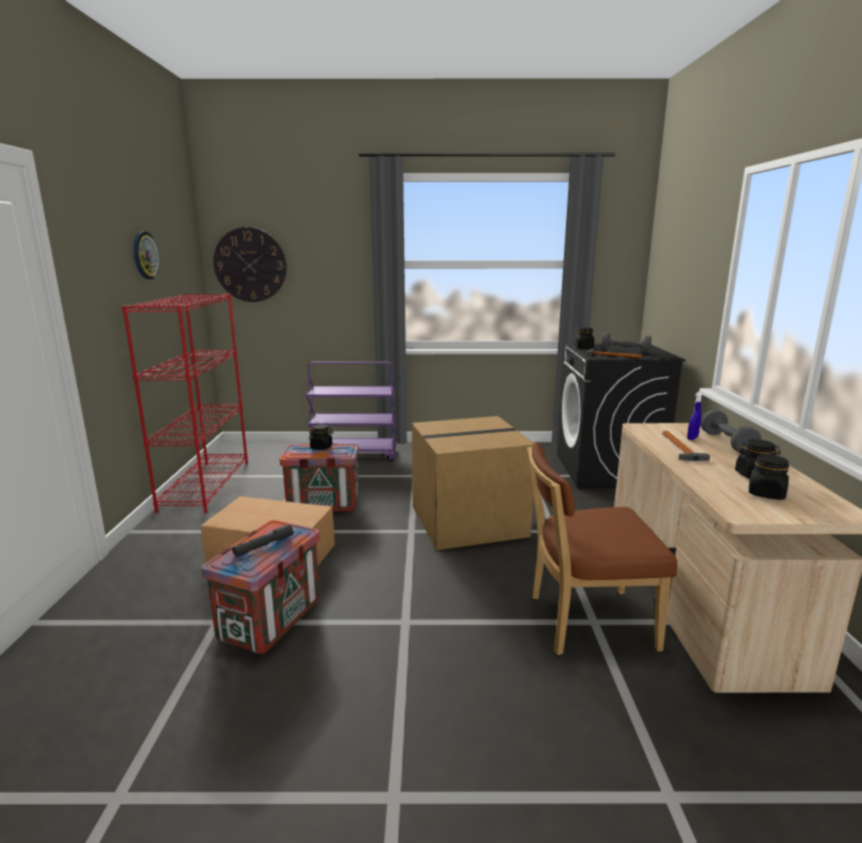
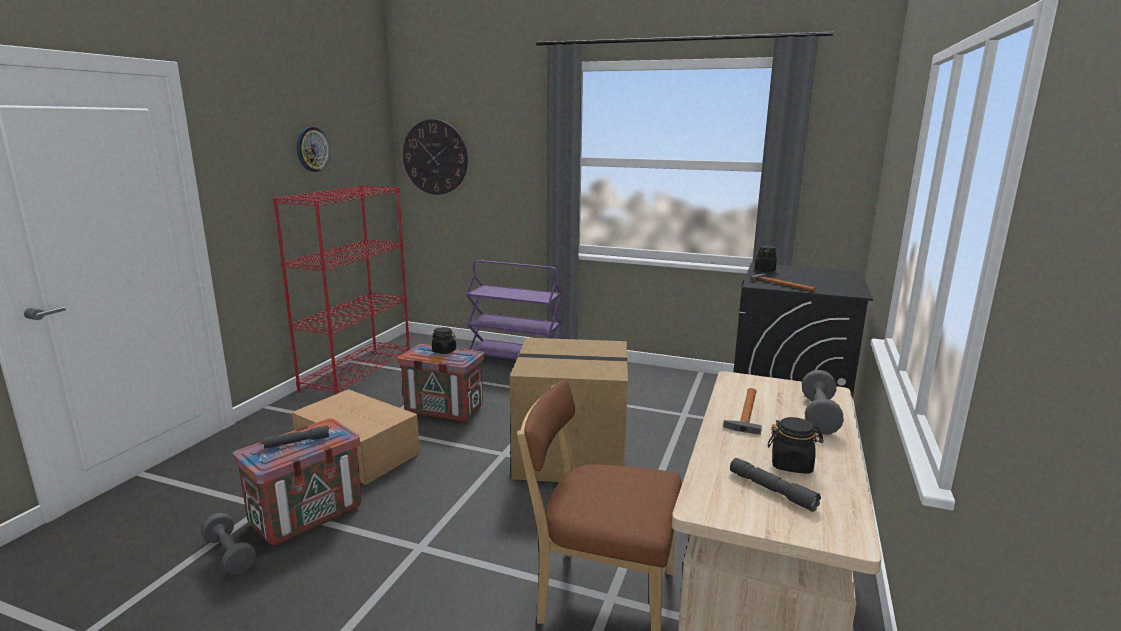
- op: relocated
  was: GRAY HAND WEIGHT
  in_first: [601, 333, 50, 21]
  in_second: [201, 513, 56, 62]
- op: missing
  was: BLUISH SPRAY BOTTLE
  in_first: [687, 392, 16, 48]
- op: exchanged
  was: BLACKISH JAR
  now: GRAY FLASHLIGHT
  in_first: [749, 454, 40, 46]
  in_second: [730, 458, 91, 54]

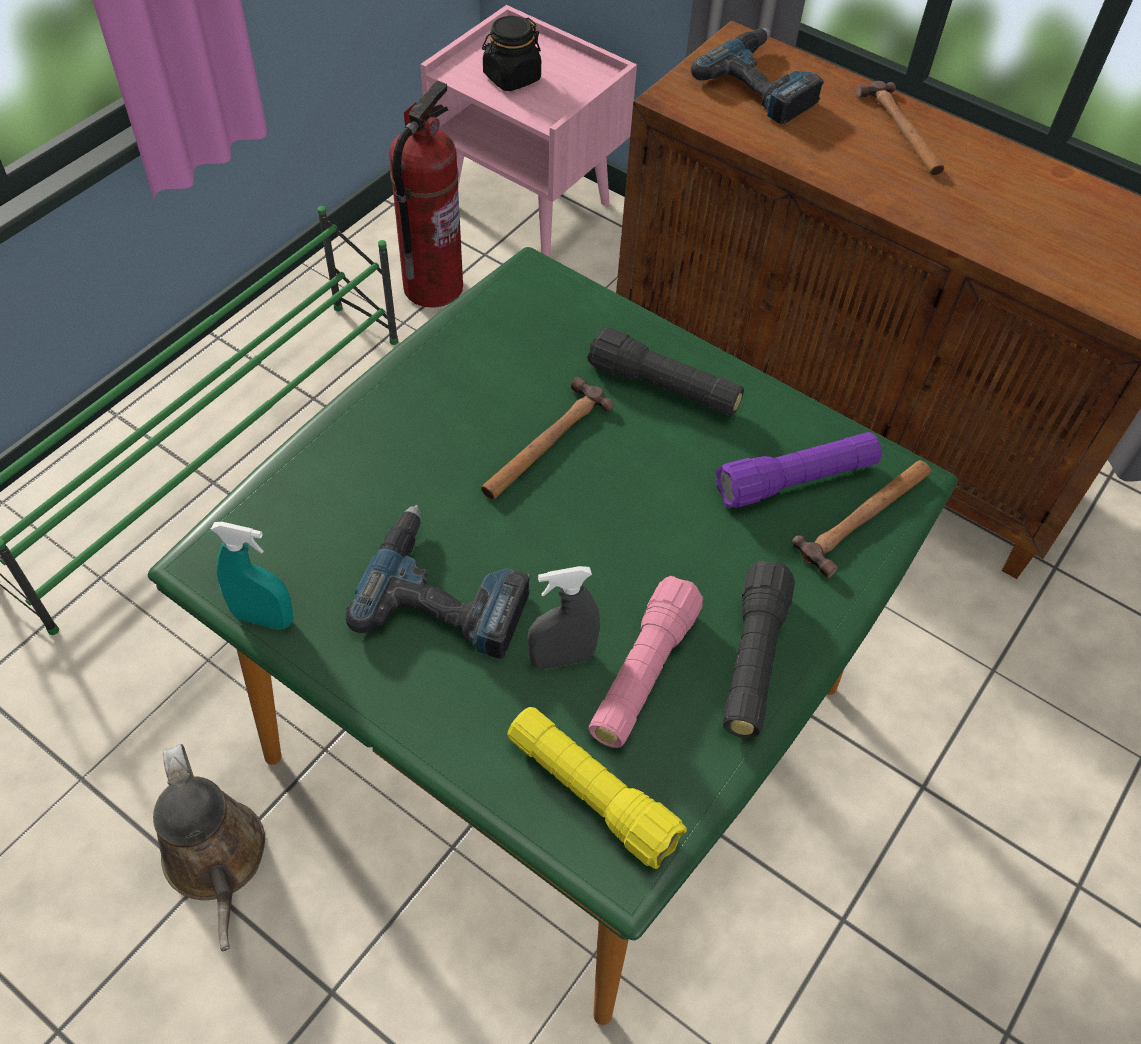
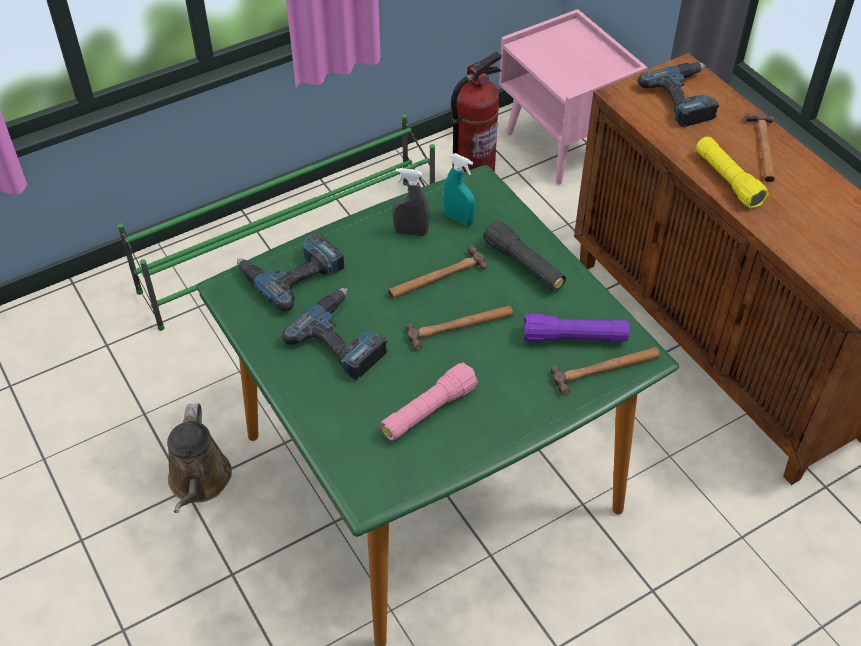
- op: relocated
  was: BLUE-GREEN SPRAY BOTTLE
  in_first: [210, 522, 83, 108]
  in_second: [443, 153, 32, 72]
- op: missing
  was: BLACKISH JAR
  in_first: [482, 16, 59, 75]
- op: relocated
  was: YELLOW-COLOURED FLASHLIGHT
  in_first: [507, 707, 180, 162]
  in_second: [696, 136, 73, 73]
- op: relocated
  was: GRAY SPRAY BOTTLE
  in_first: [527, 566, 73, 104]
  in_second: [392, 168, 38, 68]
- op: missing
  was: BLACKISH FLASHLIGHT
  in_first: [722, 561, 73, 177]
- op: appeared
  now: ELECTRIC DRILL
  in_second: [237, 232, 107, 79]
- op: appeared
  now: HAND HAMMER
  in_second: [406, 306, 107, 45]

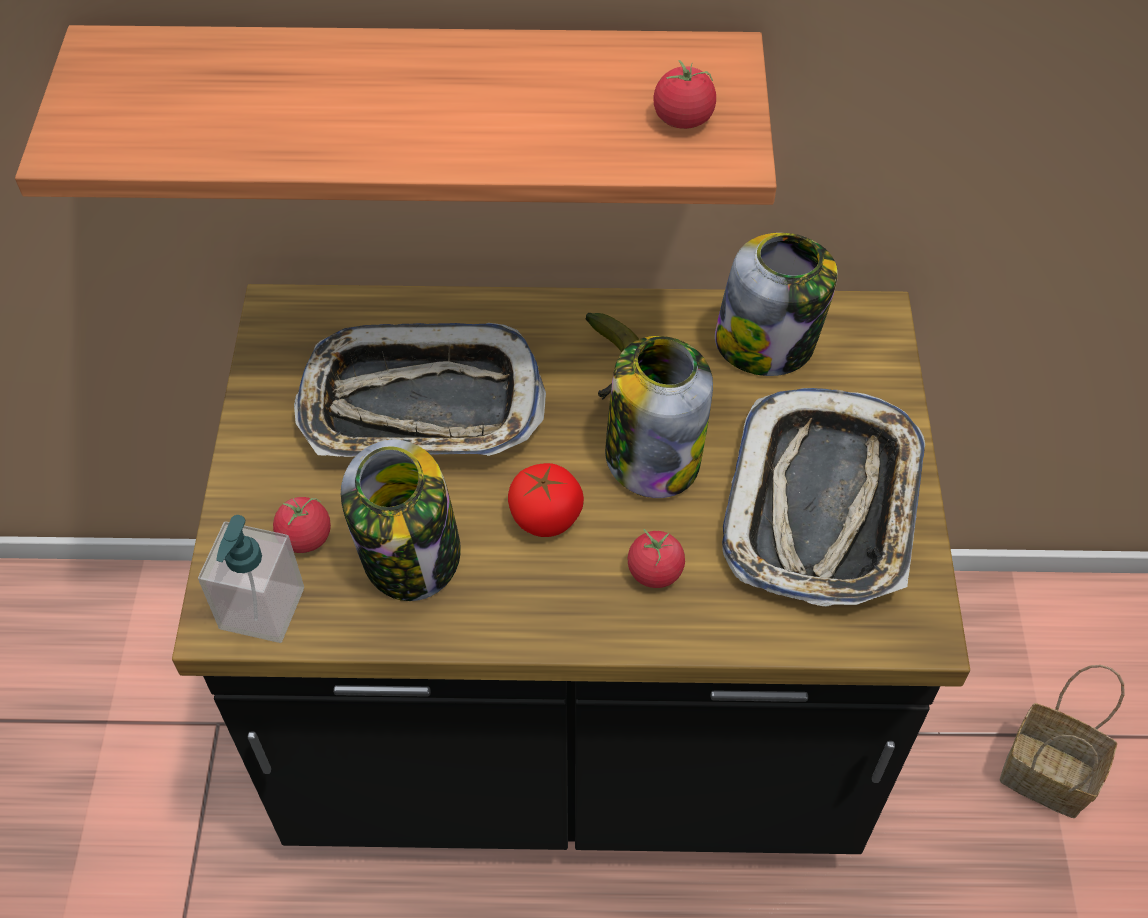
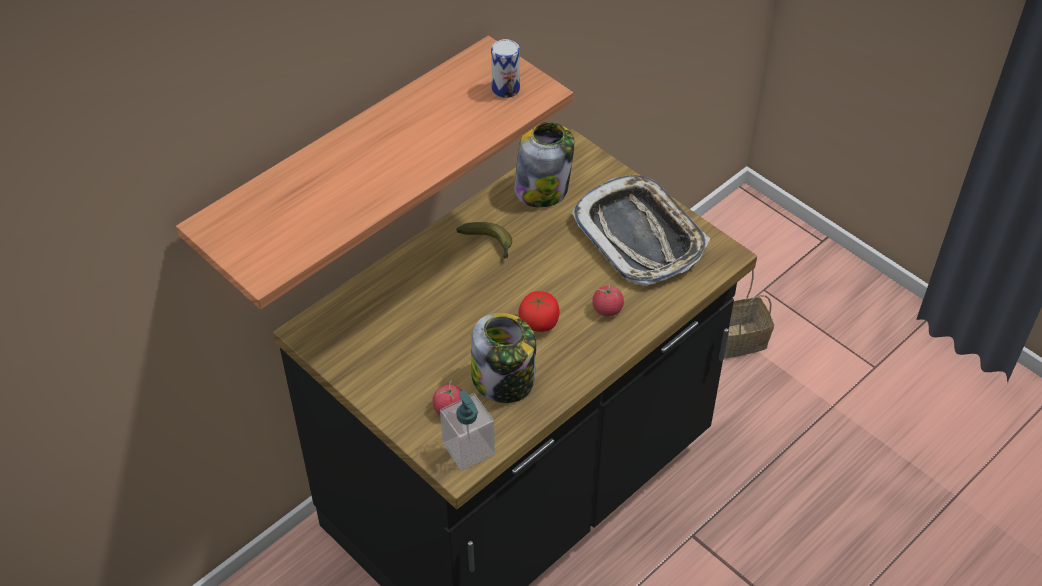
- op: missing
  was: SERVING TRAY
  in_first: [294, 323, 252, 134]
- op: missing
  was: JAR
  in_first: [605, 336, 108, 162]
- op: exchanged
  was: WHOLE TOMATO
  now: SEALED CAN
  in_first: [654, 60, 62, 69]
  in_second: [491, 39, 29, 59]

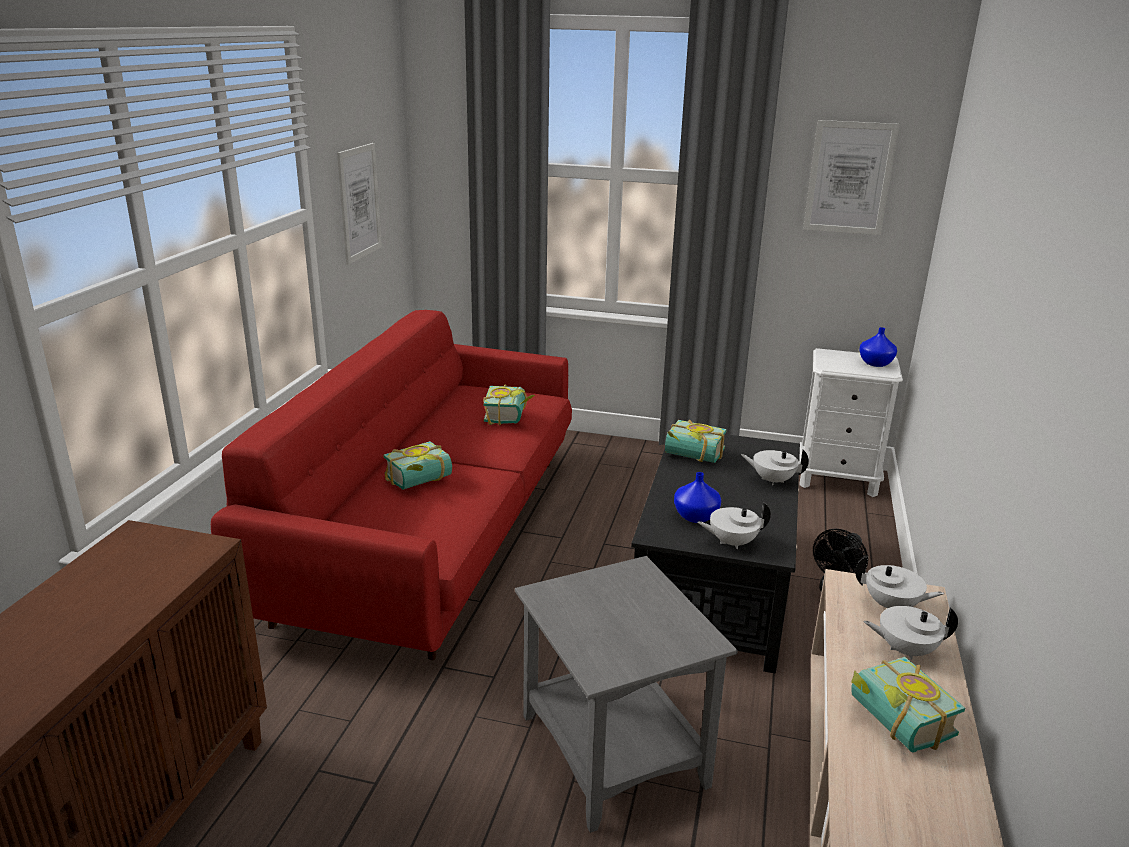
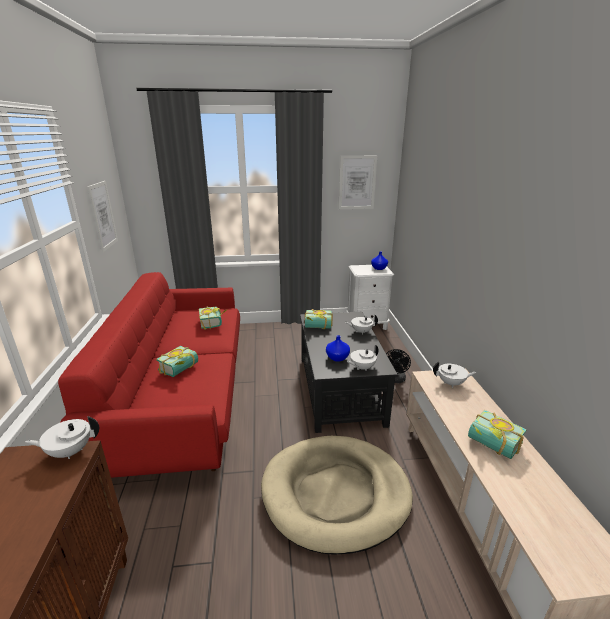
- op: exchanged
  was: GRAY END TABLE
  now: SAND-COLOURED DOG CUSHION
  in_first: [515, 556, 223, 277]
  in_second: [261, 436, 152, 119]
- op: relocated
  was: WHITE-COLOURED POT FOR TEA
  in_first: [864, 606, 94, 54]
  in_second: [25, 416, 74, 43]

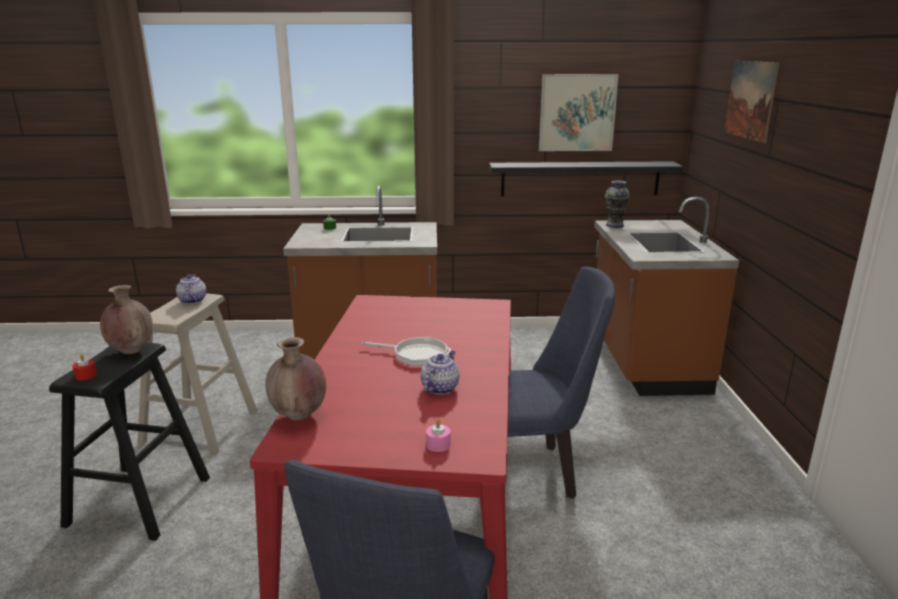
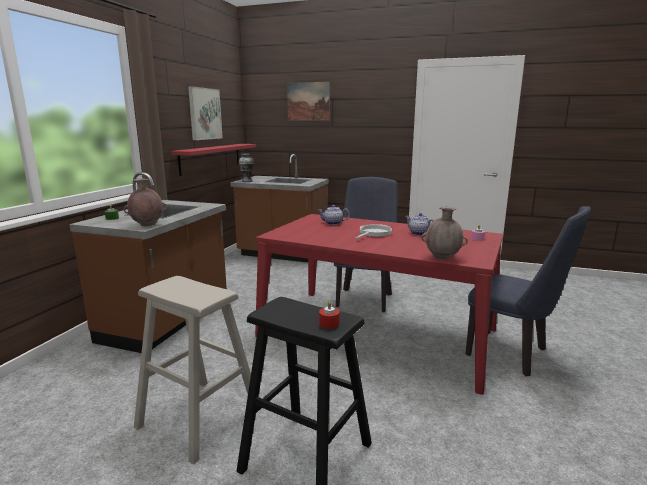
- op: relocated
  was: BROWNISH DECORATIVE VASE
  in_first: [100, 285, 53, 69]
  in_second: [124, 178, 43, 48]
- op: relocated
  was: POT FOR TEA
  in_first: [176, 274, 30, 30]
  in_second: [317, 204, 33, 21]
- op: colour
  was: BLACKISH WALL SHELF
  now: REDDISH WALL SHELF
  in_first: [489, 161, 195, 36]
  in_second: [171, 144, 85, 32]

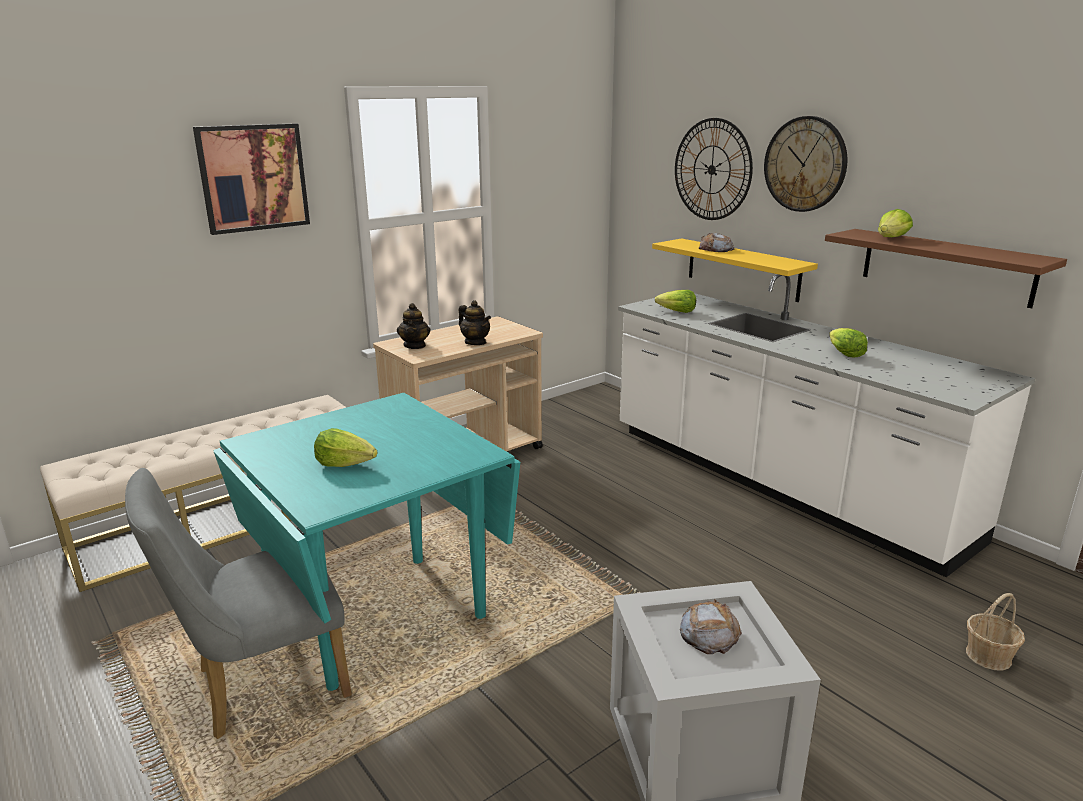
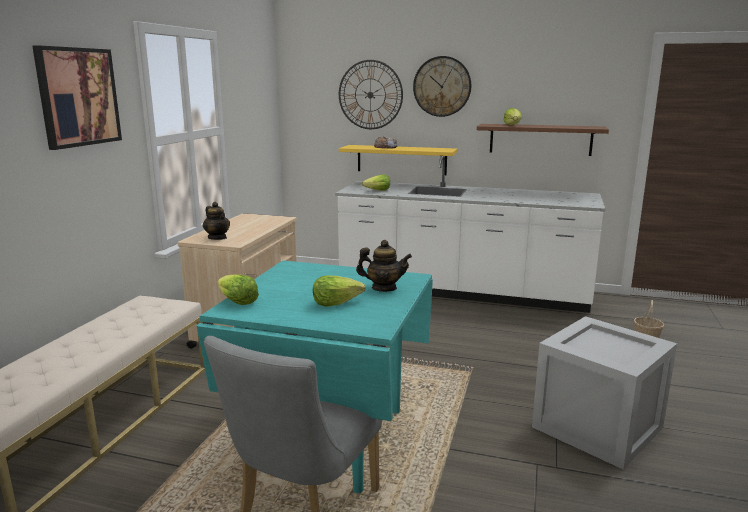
- op: relocated
  was: POT FOR TEA
  in_first: [458, 300, 33, 45]
  in_second: [356, 240, 56, 52]
- op: missing
  was: BREAD
  in_first: [680, 599, 62, 55]
- op: relocated
  was: LETTUCE
  in_first: [829, 328, 39, 29]
  in_second: [218, 274, 41, 31]

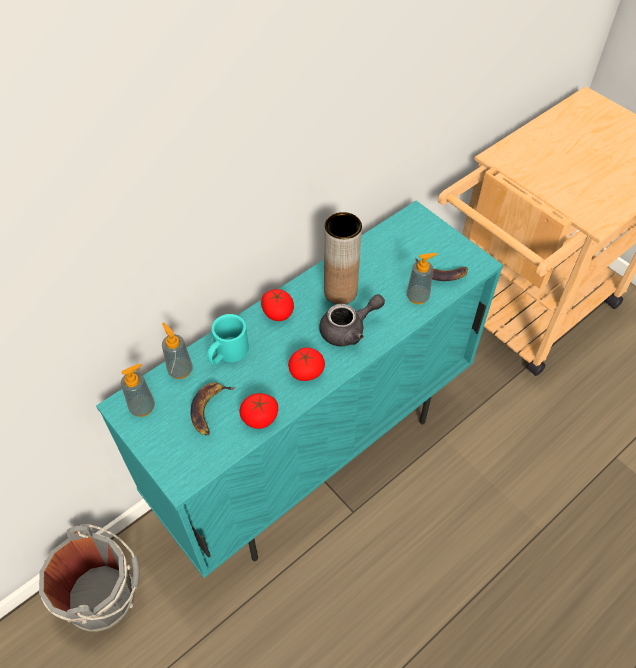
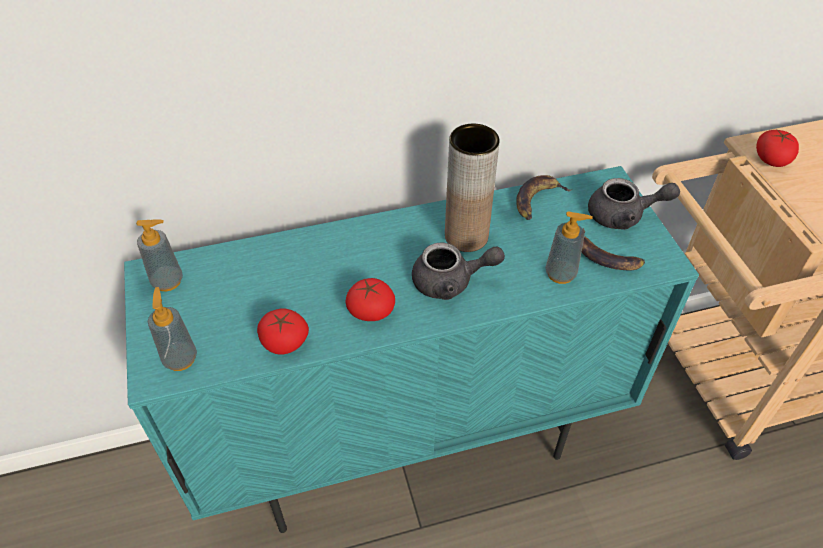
- op: missing
  was: GRAY PAIL
  in_first: [39, 524, 100, 108]
- op: relocated
  was: SOAP BOTTLE
  in_first: [162, 323, 31, 56]
  in_second: [148, 287, 49, 84]
- op: relocated
  was: BANANA FRUIT
  in_first: [190, 382, 45, 54]
  in_second: [516, 175, 55, 45]
- op: missing
  was: BLUE-GREEN TEA MUG
  in_first: [207, 314, 42, 51]
- op: relocated
  was: WHOLE TOMATO
  in_first: [261, 289, 33, 32]
  in_second: [756, 130, 43, 37]
- op: appeared
  now: GRAY POT FOR TEA
  in_second: [588, 178, 92, 52]

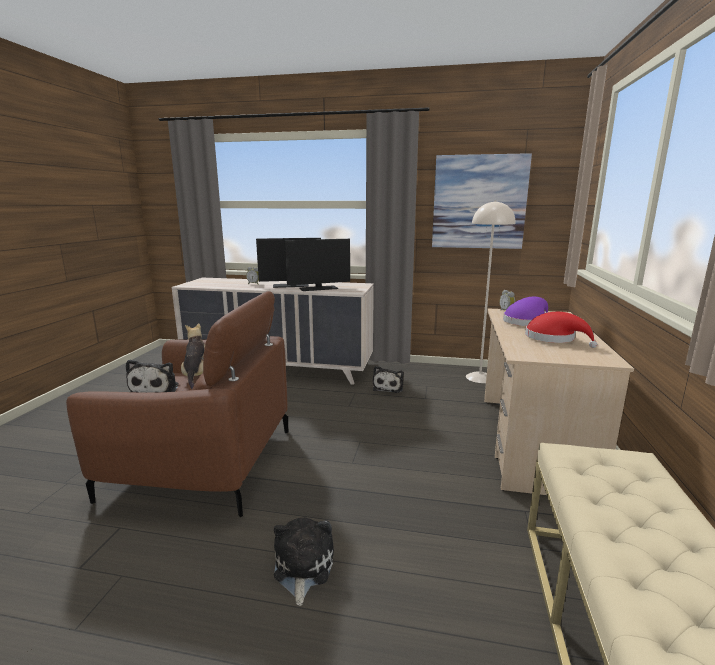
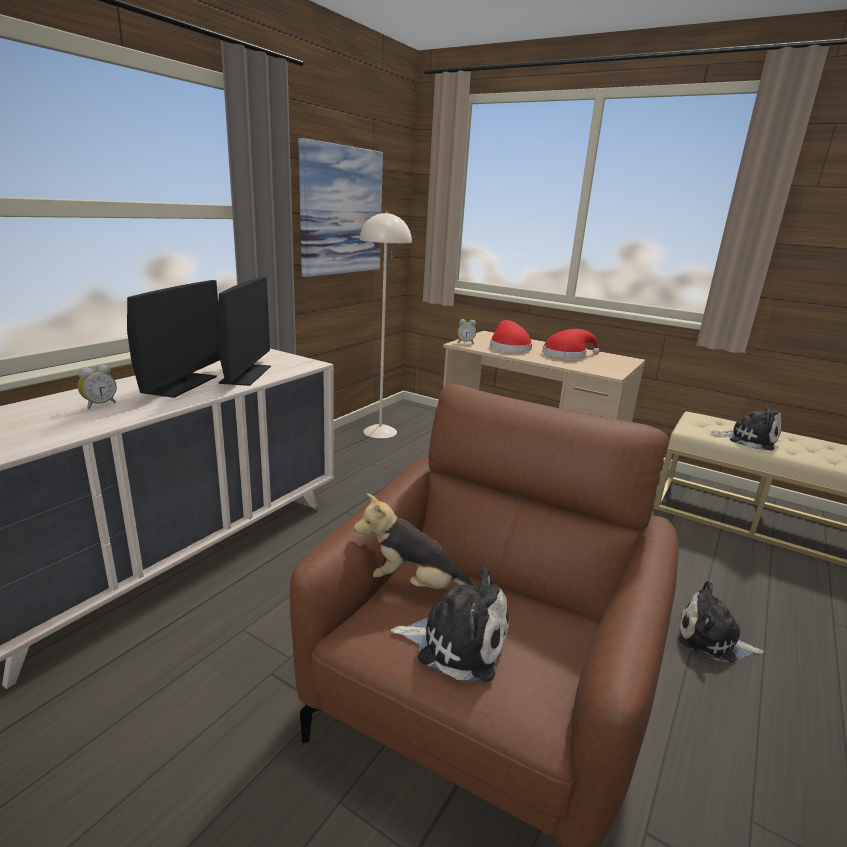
- op: relocated
  was: CUDDLY TOY
  in_first: [373, 366, 31, 27]
  in_second: [711, 405, 70, 45]
- op: colour
  was: PURPLISH HAT
  now: REDDISH HAT
  in_first: [503, 297, 45, 29]
  in_second: [490, 320, 42, 32]

